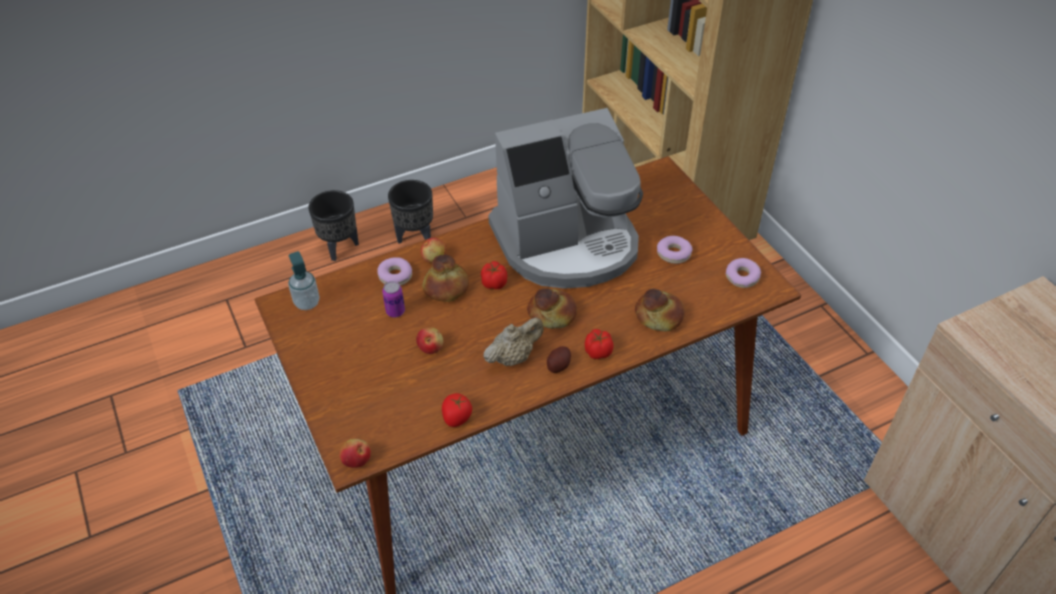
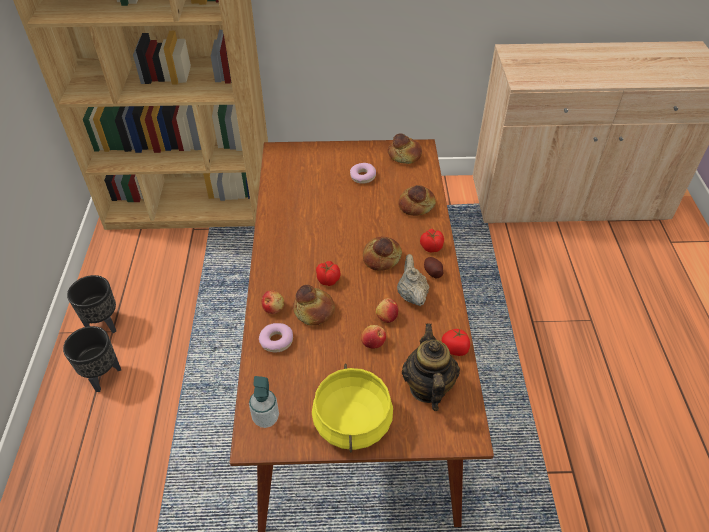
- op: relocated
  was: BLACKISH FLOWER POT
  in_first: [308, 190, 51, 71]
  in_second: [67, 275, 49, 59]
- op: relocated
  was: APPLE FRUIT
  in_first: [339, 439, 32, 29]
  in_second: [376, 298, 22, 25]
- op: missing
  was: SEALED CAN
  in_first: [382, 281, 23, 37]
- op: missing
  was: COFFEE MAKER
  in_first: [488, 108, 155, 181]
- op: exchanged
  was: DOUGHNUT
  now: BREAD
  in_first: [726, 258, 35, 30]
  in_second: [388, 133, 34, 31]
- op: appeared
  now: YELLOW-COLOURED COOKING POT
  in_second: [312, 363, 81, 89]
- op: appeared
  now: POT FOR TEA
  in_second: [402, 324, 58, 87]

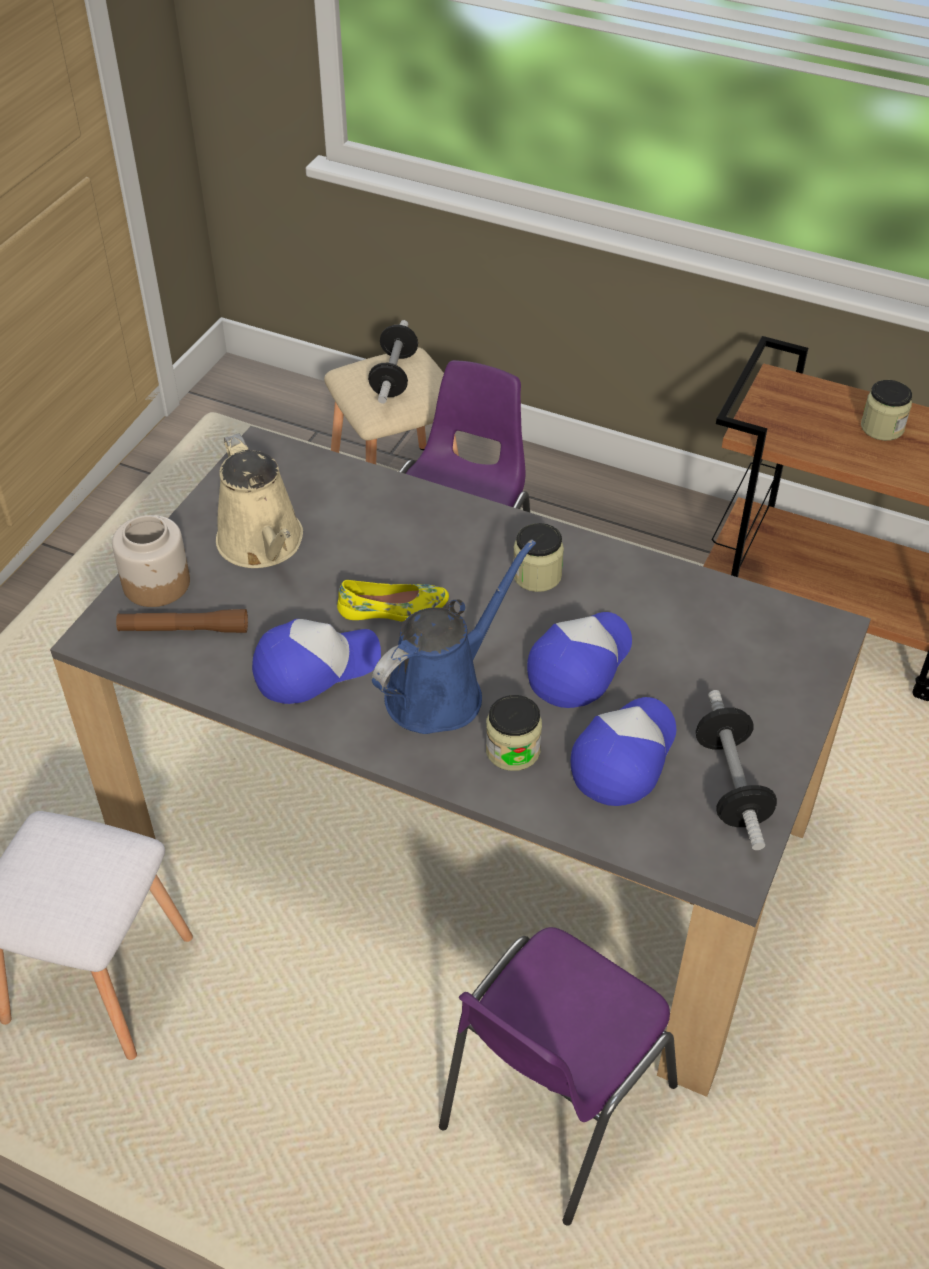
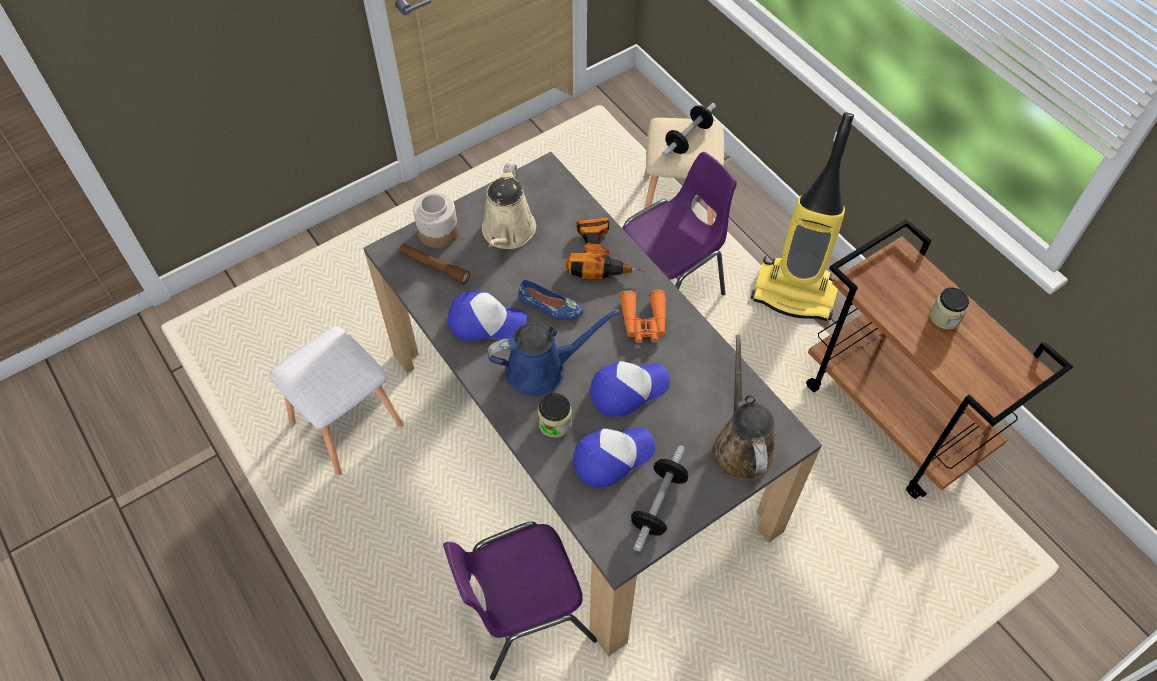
- op: colour
  was: YELLOW-COLOURED ITEM OF FOOTWEAR
  now: BLUISH ITEM OF FOOTWEAR
  in_first: [337, 580, 112, 42]
  in_second: [518, 280, 66, 40]
- op: exchanged
  was: JAR
  now: ORANGE BINOCULARS
  in_first: [514, 523, 50, 69]
  in_second: [620, 290, 46, 53]
- op: appeared
  now: ELECTRIC DRILL
  in_second: [566, 217, 80, 62]
- op: appeared
  now: BROWNISH WATERING CAN
  in_second: [712, 335, 63, 146]
- op: appeared
  now: HOOVER
  in_second: [751, 113, 103, 208]

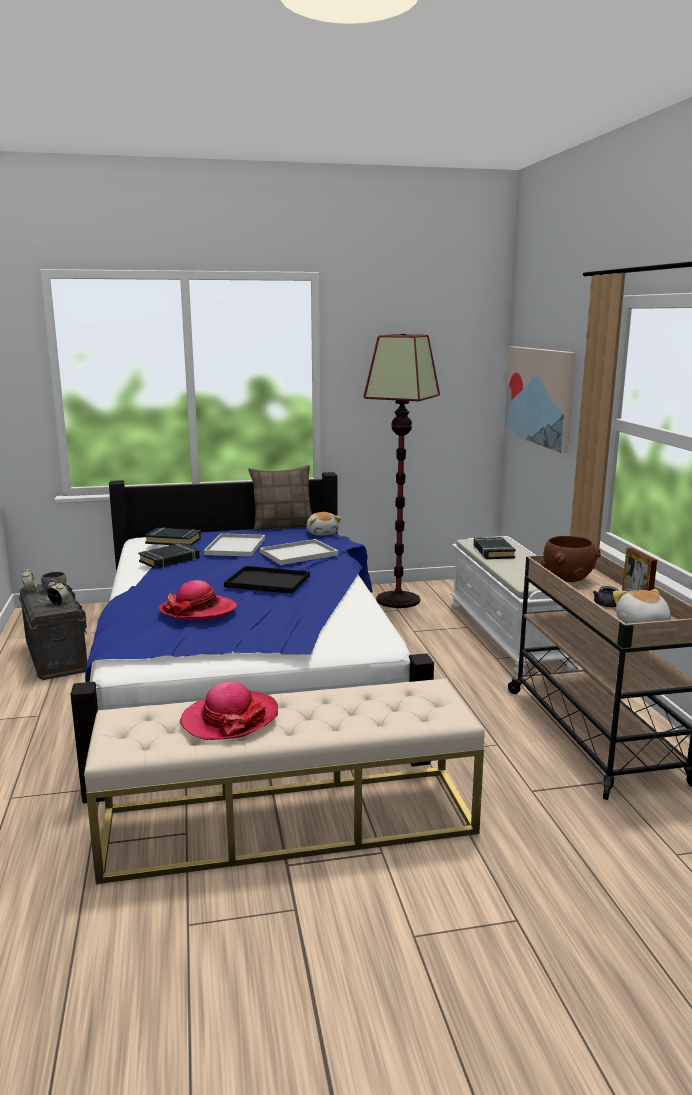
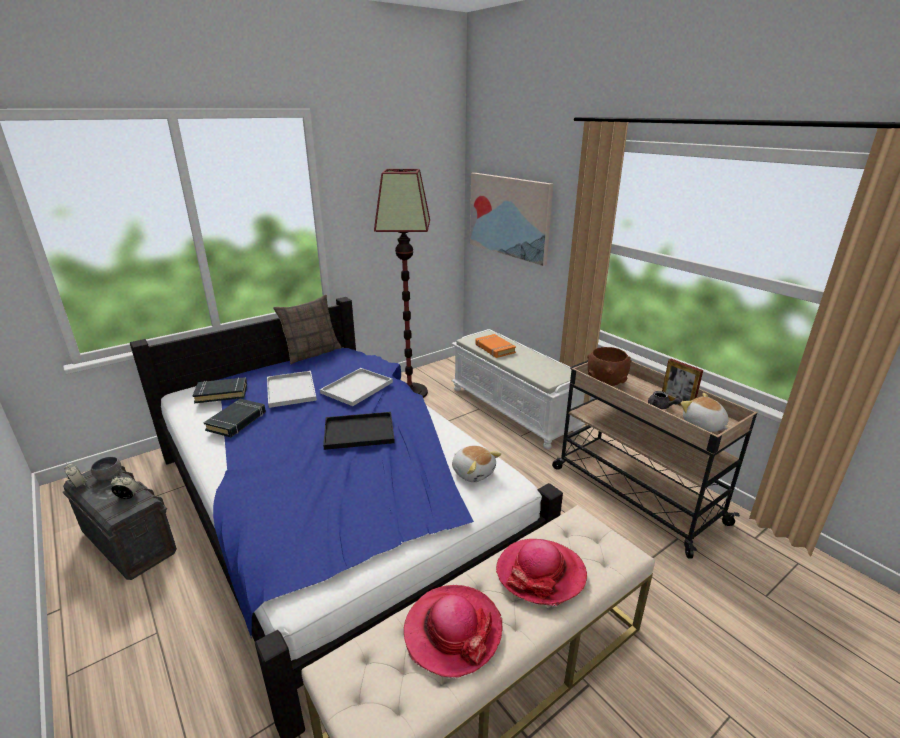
- op: relocated
  was: HAT
  in_first: [159, 580, 78, 40]
  in_second: [496, 539, 91, 67]
- op: relocated
  was: CUDDLY TOY
  in_first: [306, 512, 35, 23]
  in_second: [452, 445, 49, 37]
- op: colour
  was: BLACKISH VOLUME
  now: ORANGE VOLUME
  in_first: [474, 537, 42, 22]
  in_second: [475, 334, 41, 24]

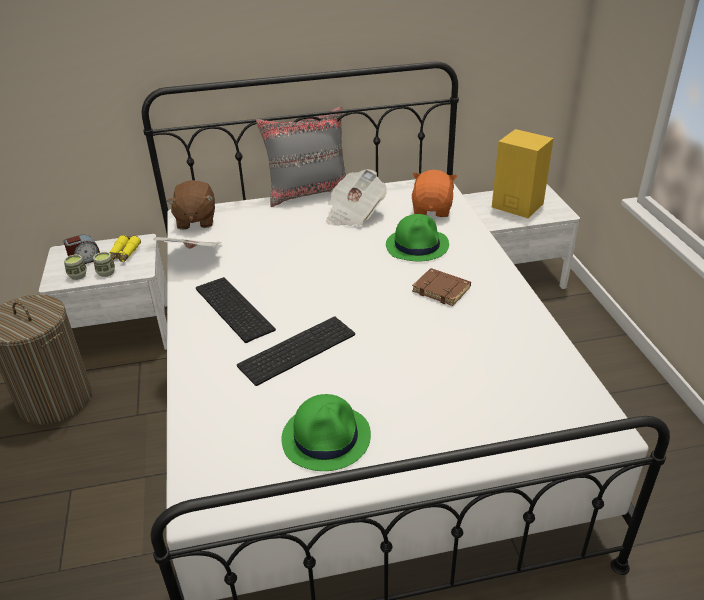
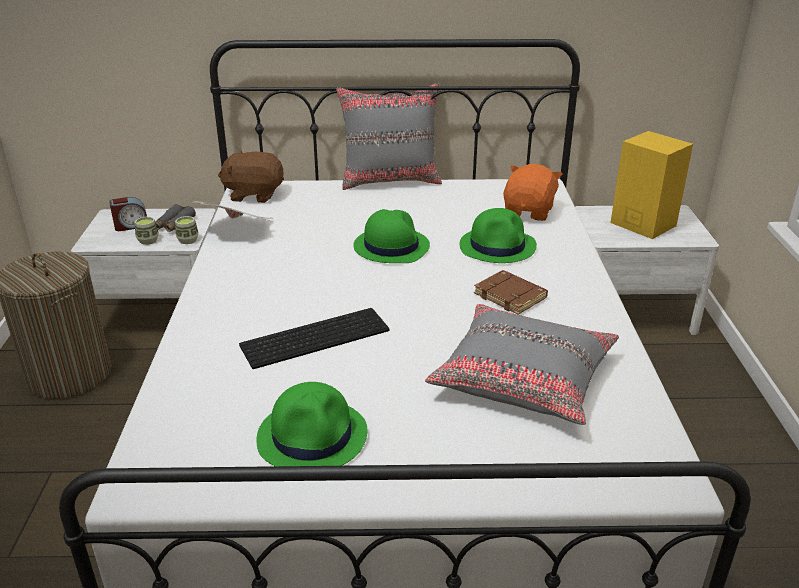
- op: relocated
  was: SMALL CUP
  in_first: [64, 254, 23, 26]
  in_second: [175, 216, 24, 28]
- op: colour
  was: YELLOW-COLOURED BINOCULARS
  now: GRAY BINOCULARS
  in_first: [109, 235, 32, 27]
  in_second: [156, 204, 40, 28]
- op: spun
  was: BROWNISH CUDDLY TOY
  in_first: [167, 180, 48, 50]
  in_second: [218, 150, 66, 53]
  clockwise: 90
- op: missing
  was: PC KEYBOARD
  in_first: [196, 277, 80, 66]
- op: missing
  was: DAILY PAPER
  in_first: [326, 169, 61, 57]
- op: appeared
  now: GREENISH HAT
  in_second: [353, 209, 77, 54]
- op: appeared
  now: GRAY THROW PILLOW
  in_second: [425, 304, 194, 121]

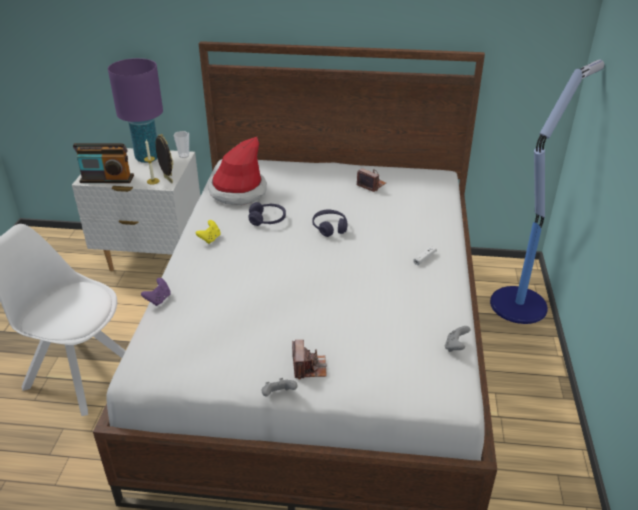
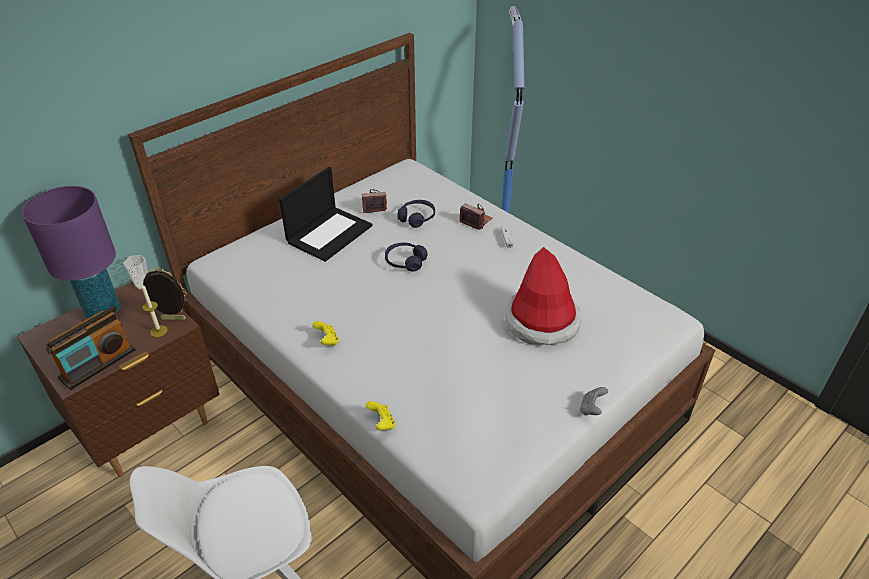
- op: colour
  was: WHITE-COLOURED NIGHT TABLE
  now: BROWNISH NIGHT TABLE
  in_first: [72, 148, 128, 123]
  in_second: [17, 282, 203, 195]
- op: colour
  was: PURPLISH JOYPAD
  now: YELLOW-COLOURED JOYPAD
  in_first: [141, 278, 30, 28]
  in_second: [366, 401, 29, 29]
- op: relocated
  was: HAT
  in_first: [208, 137, 59, 68]
  in_second: [505, 247, 76, 98]
- op: relocated
  was: PURPLISH HEADPHONES
  in_first: [248, 202, 38, 24]
  in_second: [398, 200, 37, 28]
- op: relocated
  was: STILL CAMERA
  in_first: [292, 340, 35, 40]
  in_second: [459, 203, 33, 27]
- op: missing
  was: GRAY JOYPAD
  in_first: [445, 326, 25, 26]
- op: appeared
  now: PORTABLE COMPUTER
  in_second: [279, 167, 94, 95]

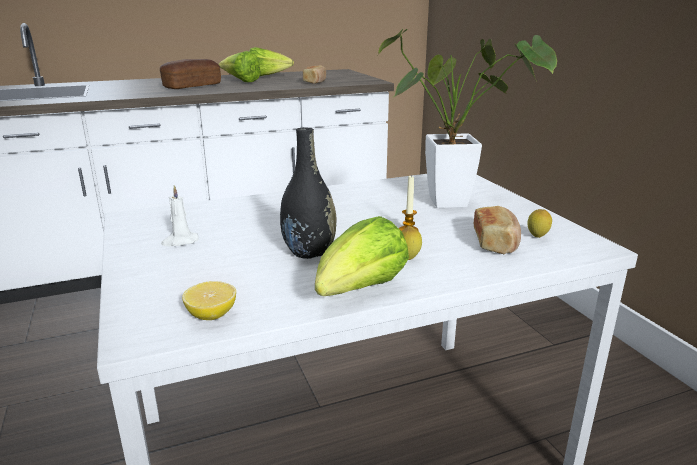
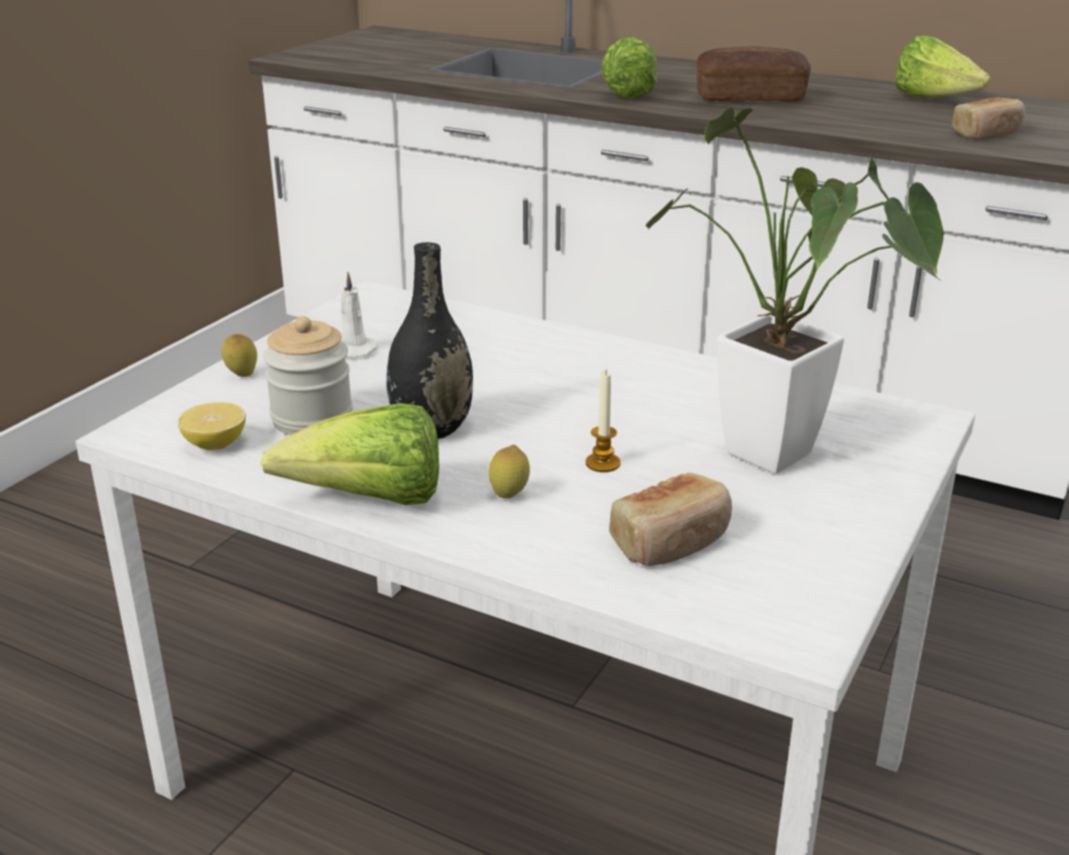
- op: relocated
  was: LETTUCE
  in_first: [219, 51, 42, 31]
  in_second: [601, 37, 56, 62]
- op: relocated
  was: LEMON
  in_first: [527, 209, 25, 29]
  in_second: [221, 334, 36, 43]
- op: appeared
  now: JAR
  in_second: [263, 316, 90, 119]

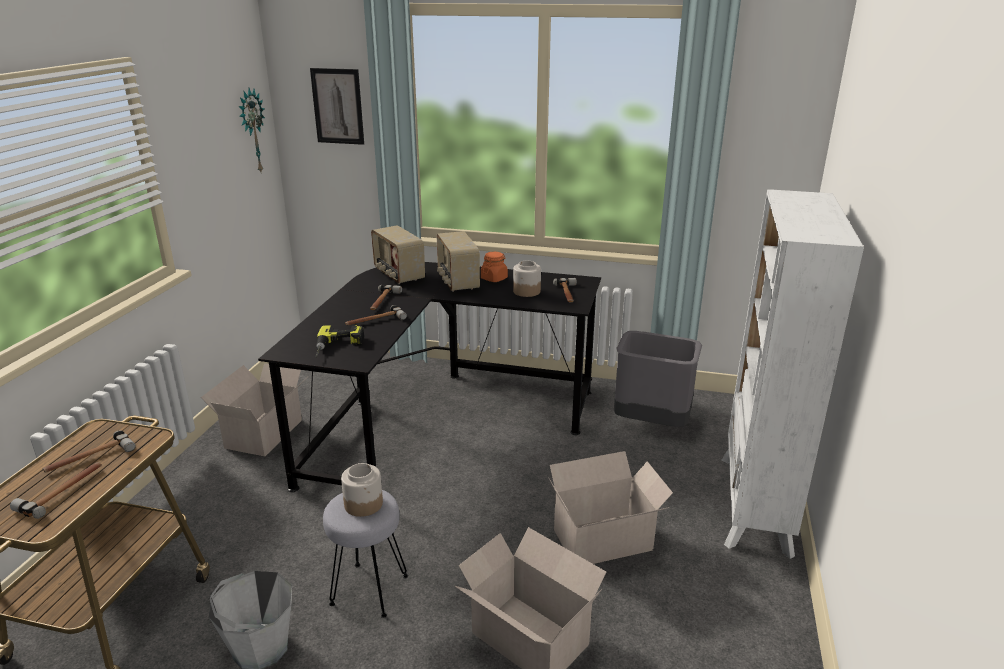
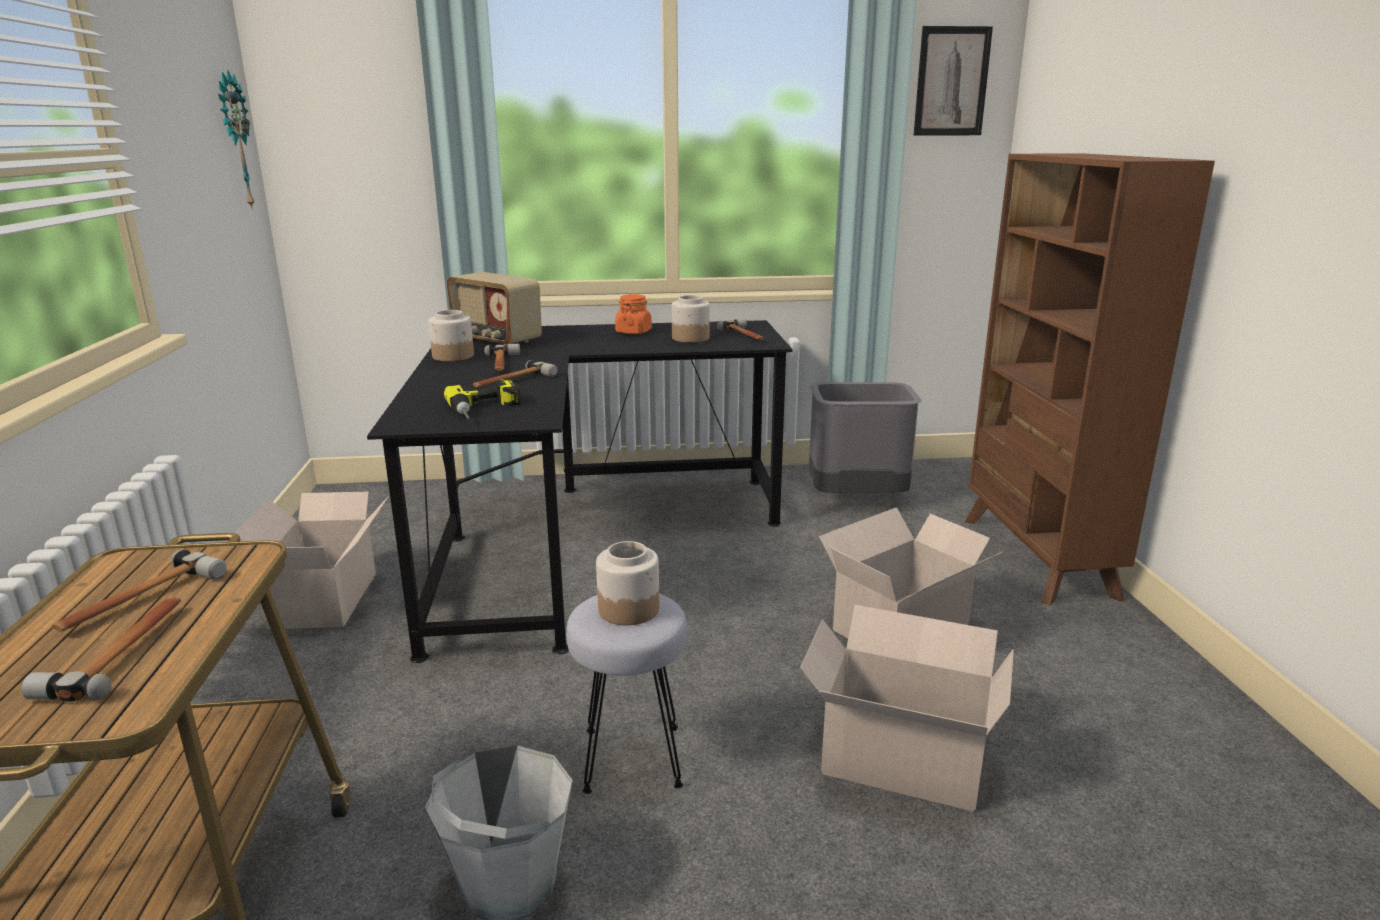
- op: relocated
  was: WALL PICTURE
  in_first: [310, 68, 54, 77]
  in_second: [913, 26, 80, 110]
- op: missing
  was: RADIO SET
  in_first: [436, 231, 44, 61]
- op: colour
  was: WHITE-COLOURED SHELVING UNIT
  now: BROWNISH SHELVING UNIT
  in_first: [722, 189, 142, 370]
  in_second: [965, 153, 250, 453]
- op: appeared
  now: JAR
  in_second: [428, 310, 46, 51]

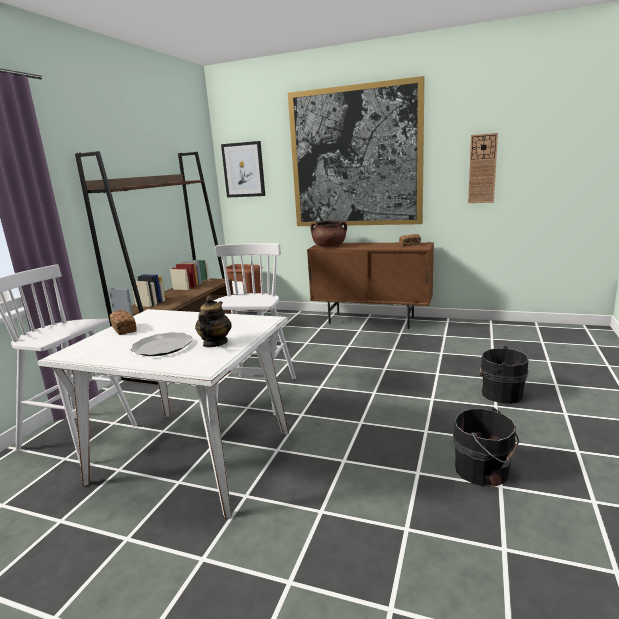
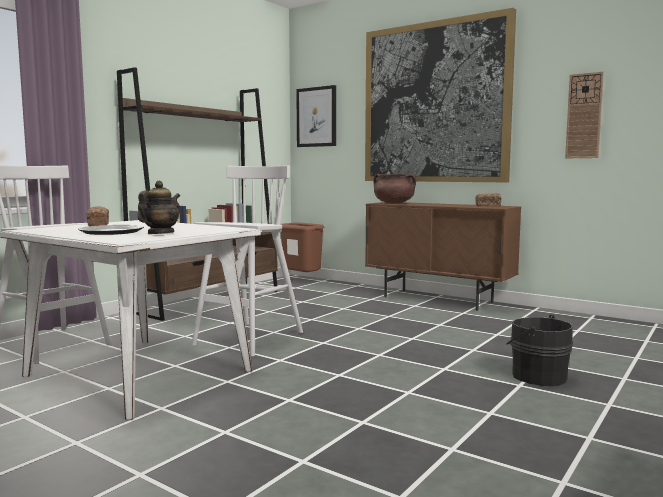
- op: missing
  was: BLACKISH PAIL
  in_first: [453, 408, 66, 79]

